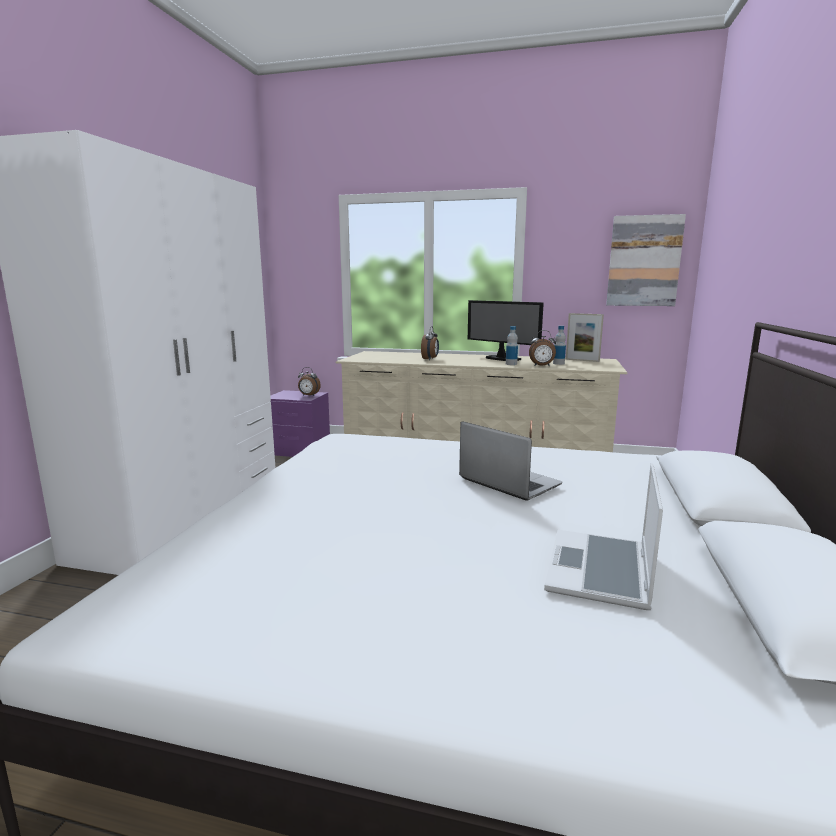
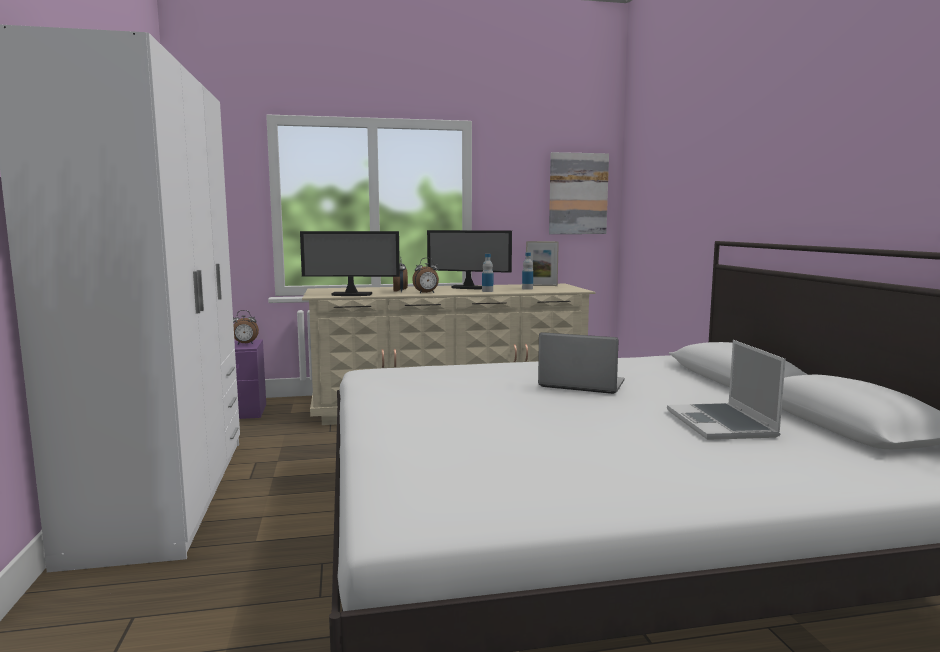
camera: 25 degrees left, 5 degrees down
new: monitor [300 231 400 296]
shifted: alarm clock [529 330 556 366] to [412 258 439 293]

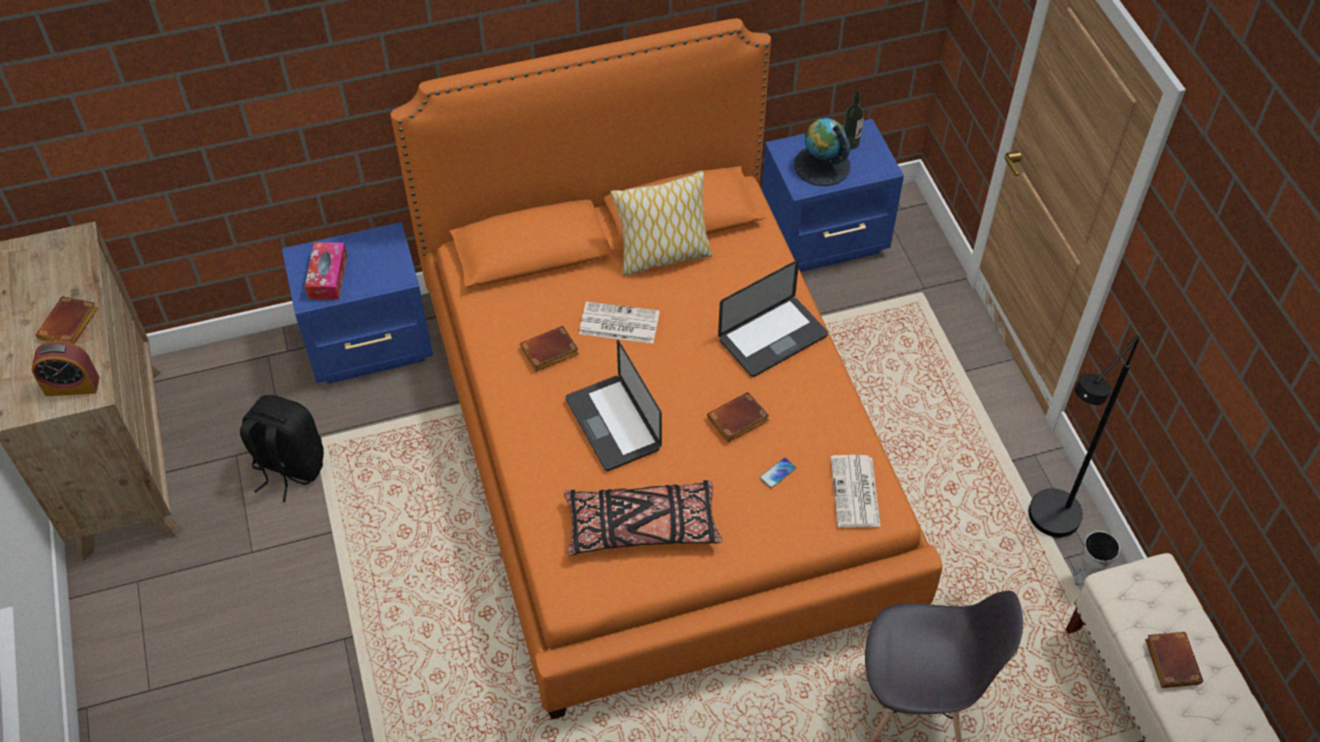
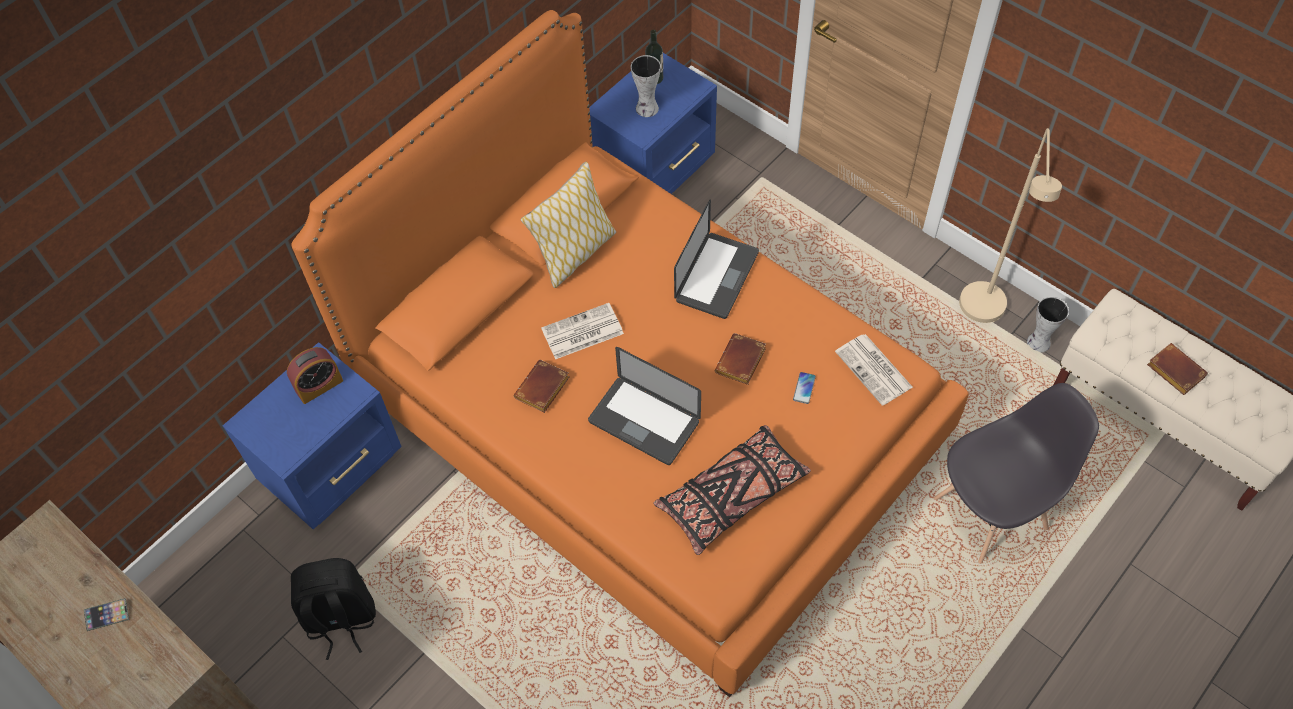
camera: 30 degrees left, 5 degrees up
gone: tissue box [305 242 347 300]
shifted: alarm clock [32 341 99 396] to [287 347 343 404]
swapped: brown book [36 296 98 344] to phone [84 598 129 631]; globe [794 118 850 186] to vase [631 55 661 117]
repainted: black floor lamp [1029 336 1140 538] to beige floor lamp [959 128 1062 323]

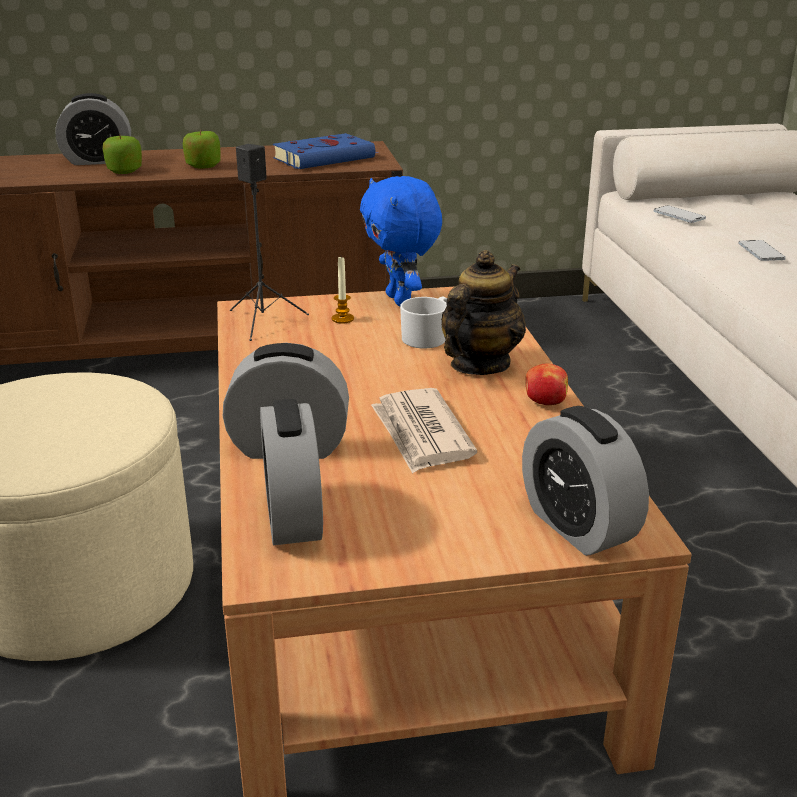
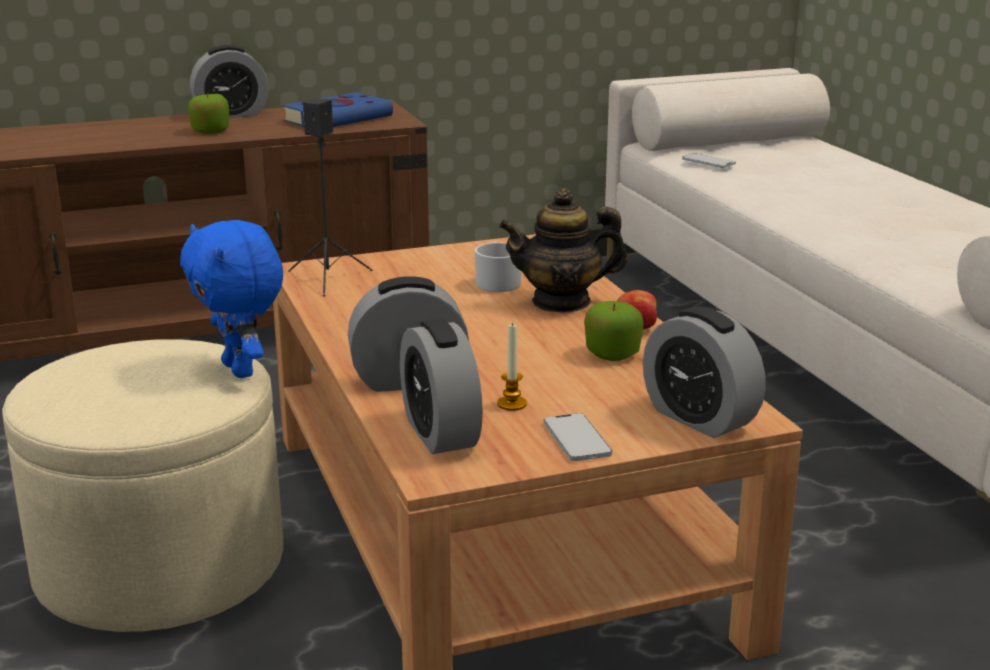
camera: 10 degrees left, 5 degrees down
gone: newspaper [371 388 477 474]
shifted: blue plush toy [360 176 442 306] to [180 220 283 378]; alarm clock [55 93 131 165] to [190 45 269 118]; candle [332 257 354 324] to [497 322 527 411]; phone [738 240 786 261] to [543 413 612 461]; apple [103 135 142 174] to [584 301 644 361]
rotated: teapot [441 250 526 375] = [499 188 628 313] 120 degrees counterclockwise

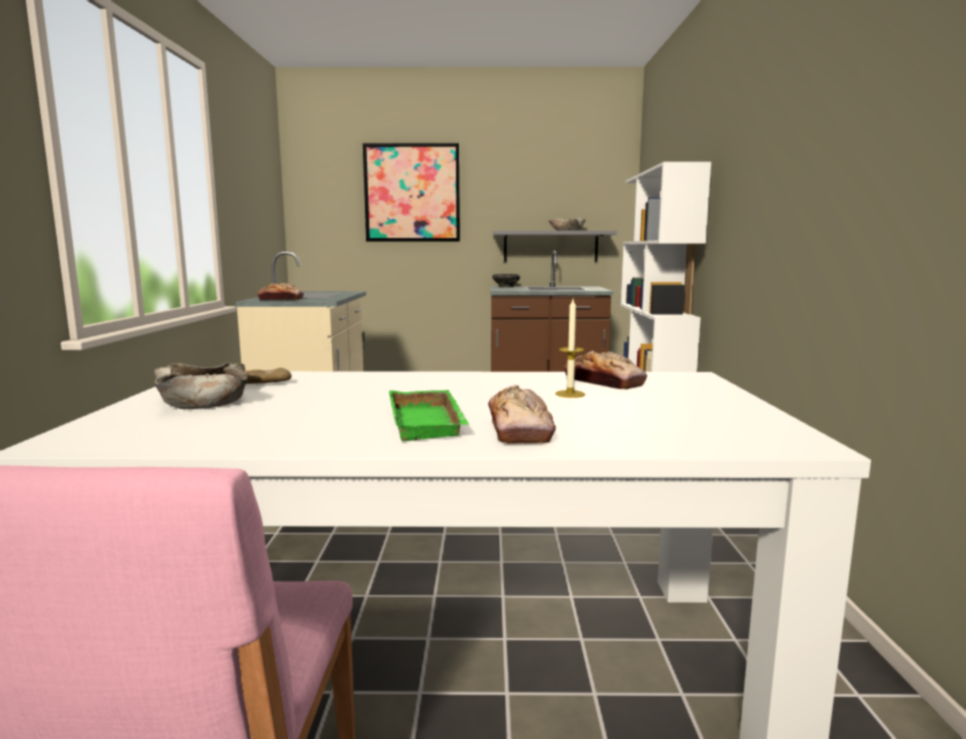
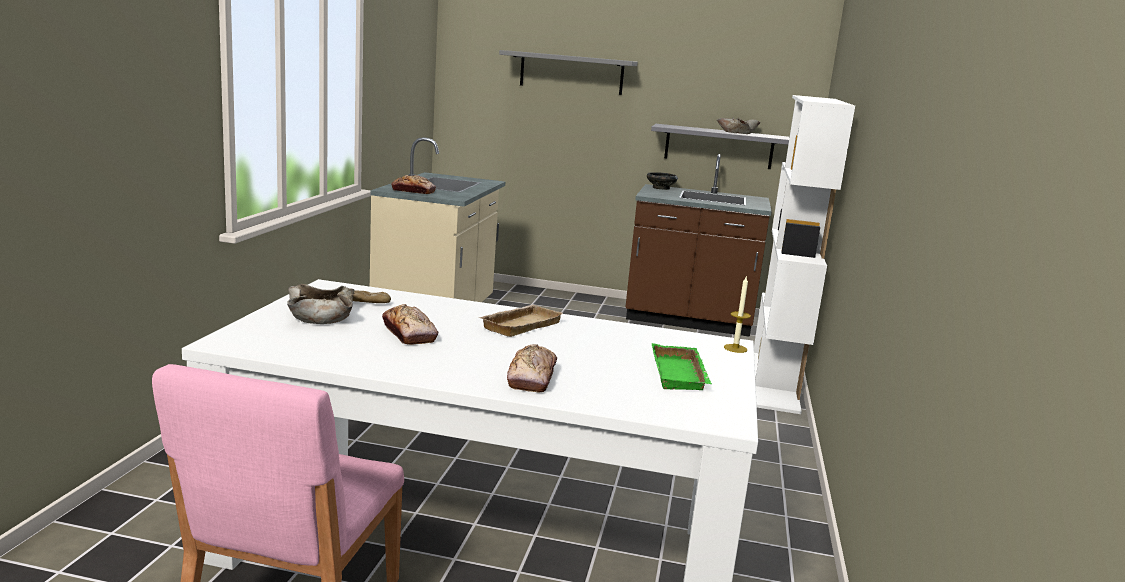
camera: 10 degrees right, 5 degrees up
new: beige tray [479 305 564 337]
shifted: bread [564 351 647 389] to [382 304 438 345]; green tray [389 390 469 441] to [652 343 711 390]; candle [556 299 585 398] to [724 275 751 353]
swapped: picture [363 143 460 242] to grey shelf [499 50 637 95]

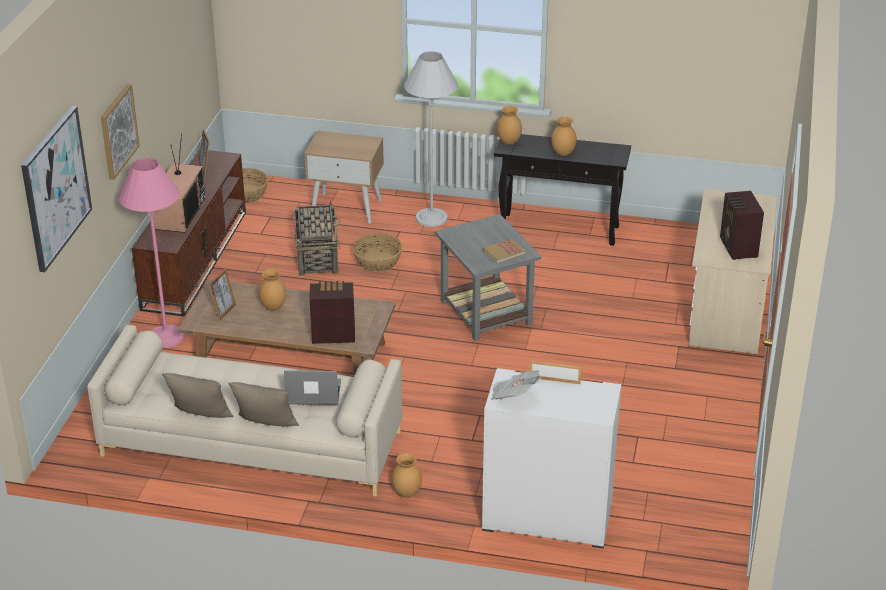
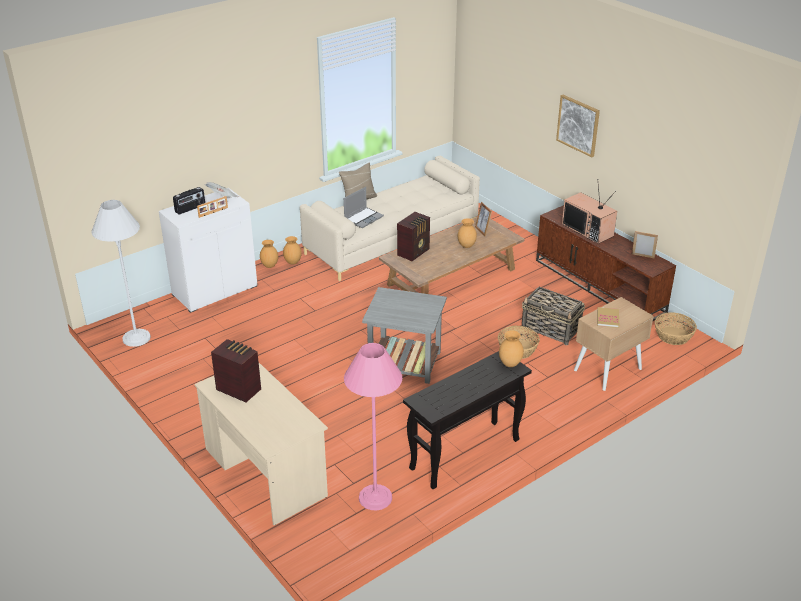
camera: 130 degrees right, 0 degrees up
gone: picture [21 106 92 272]; beige pillow [162 373 234 418]
new: radio [173 187 205 215]
shifted: white floor lamp [404 51 458 227] to [91 200 151 347]; brown vase [551 117 577 156] to [260 240 278 268]; pink floor lamp [118 158 185 348] to [344 343 402 510]; book [483 239 525 264] to [597 307 619 328]

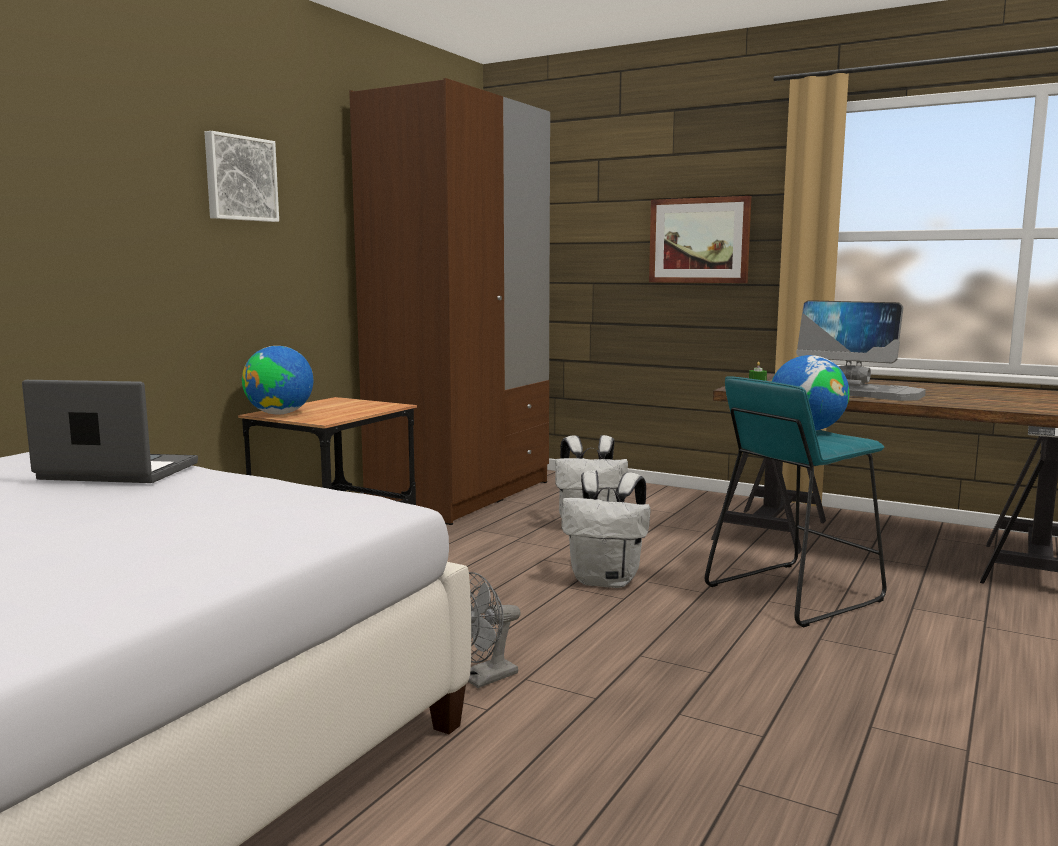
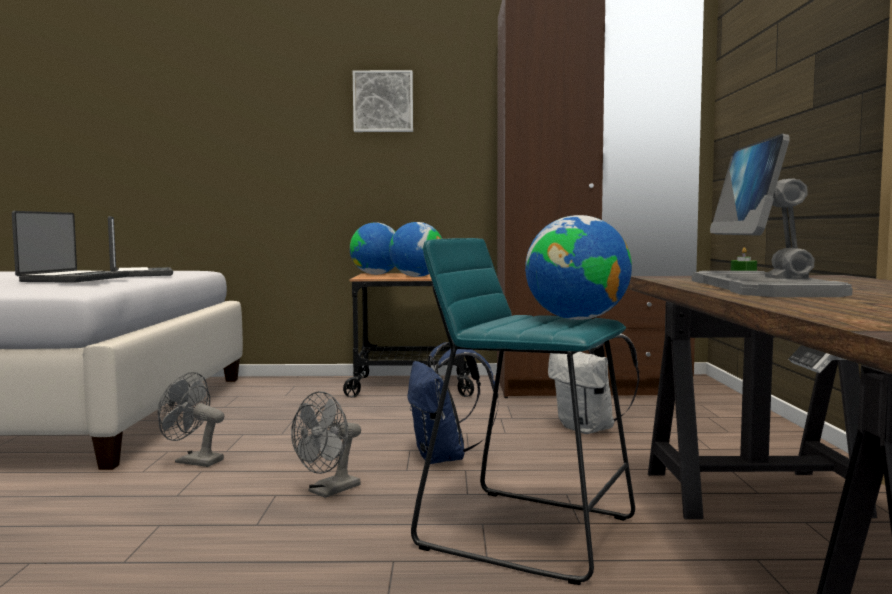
camera: 60 degrees right, 5 degrees down
gone: picture [649 196 751 283]
new: laptop [12 211 129 283]; grey fan [291 391 361 498]; globe [389 222 442 277]
repainted: white backpack [561 470 651 588] to blue backpack [407 342 499 464]

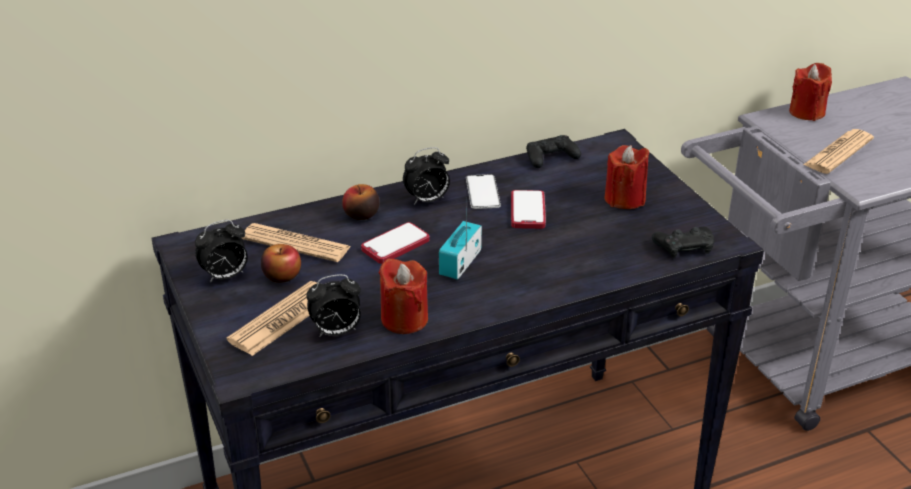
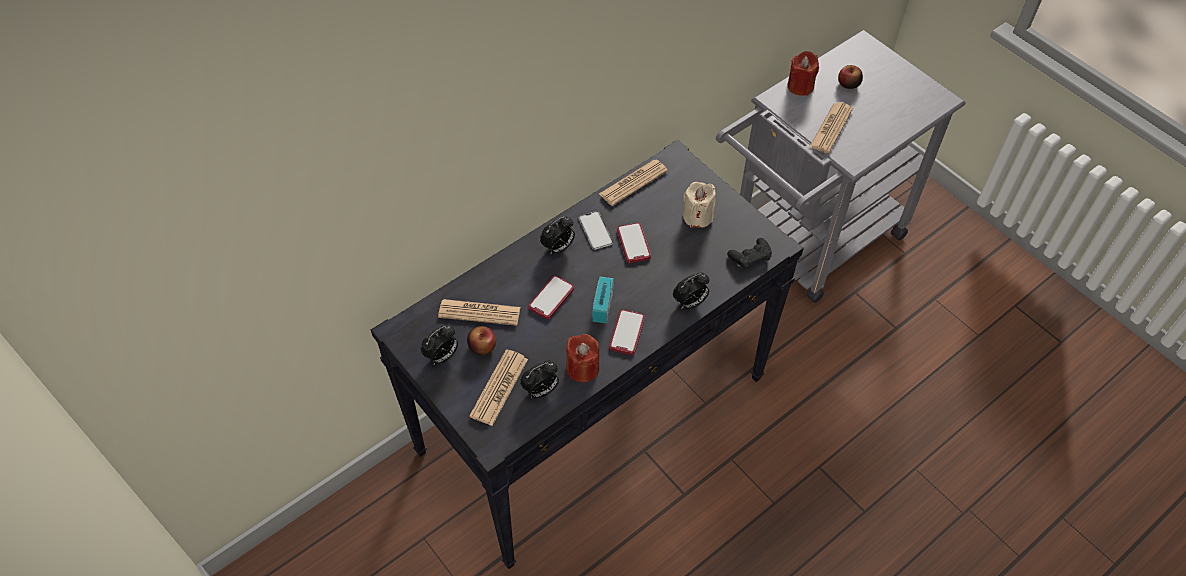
camera: 15 degrees left, 20 degrees up
new: phone [609 310 645 355]; alarm clock [673 272 709 309]
shifted: apple [342 184 379 220] to [838 65 863 89]
swapped: black game controller [526 135 581 168] to newspaper [599 160 668 206]
repainted: red candle [605 145 649 209] to beige candle [683 182 716 228]

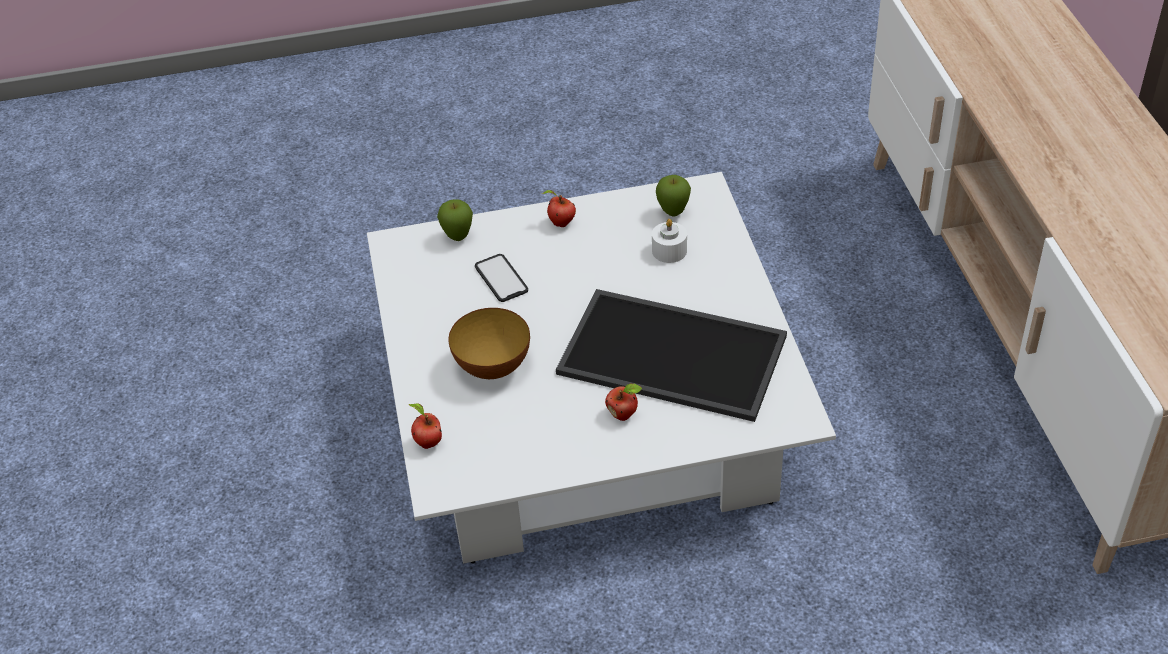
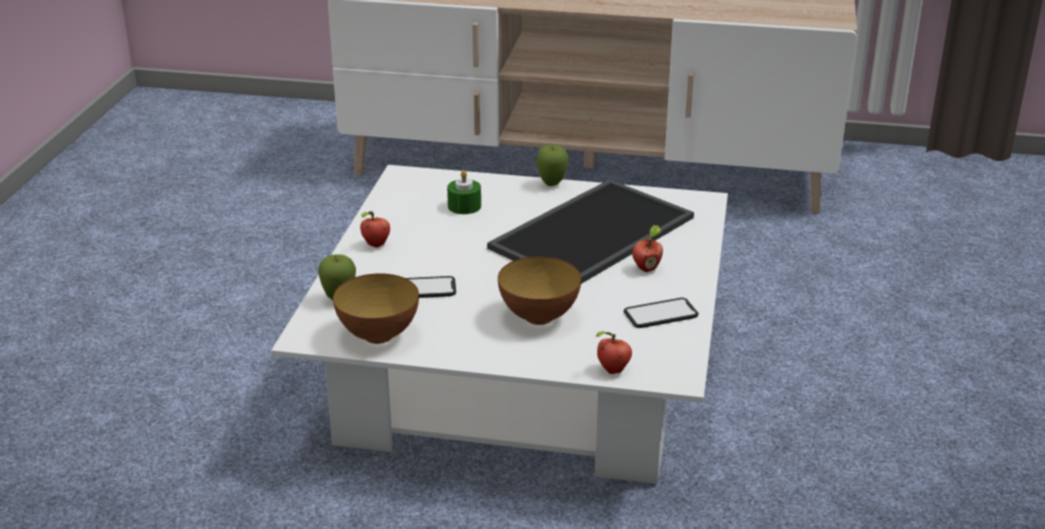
camera: 70 degrees left, 15 degrees down
new: bowl [333 273 419 344]; phone [624 298 699 328]
shifted: apple [656 175 691 217] to [536 145 569 186]
repainted: white candle [652 219 687 263] to green candle [447 170 481 214]

